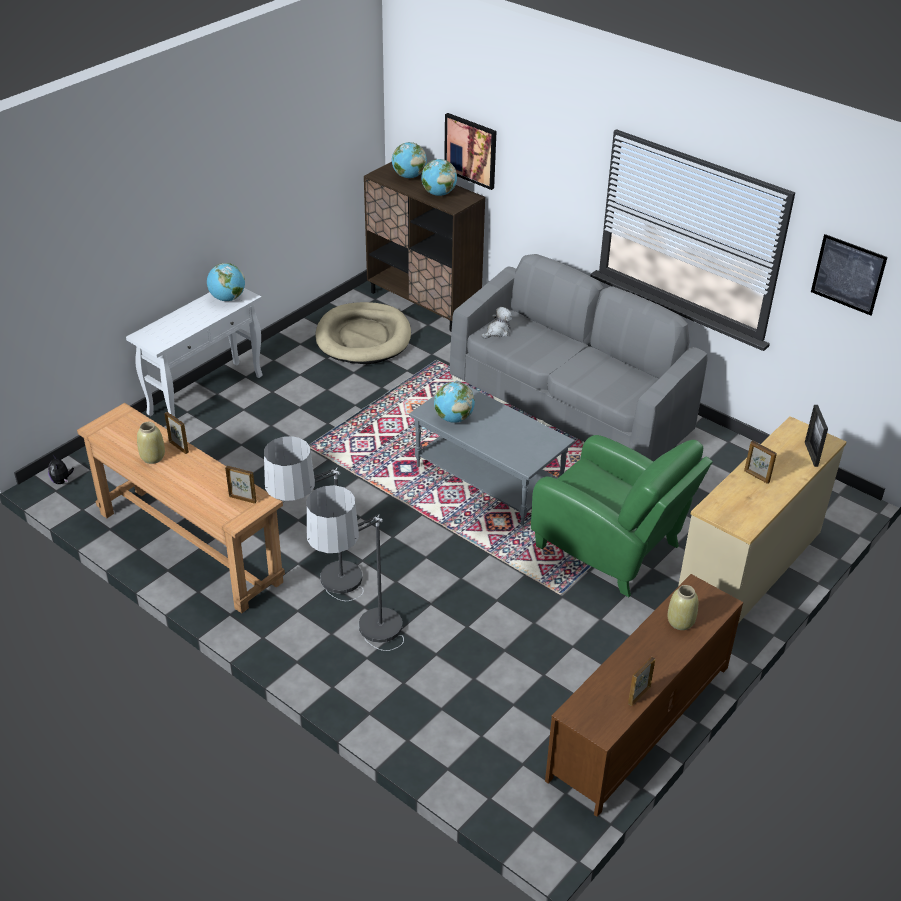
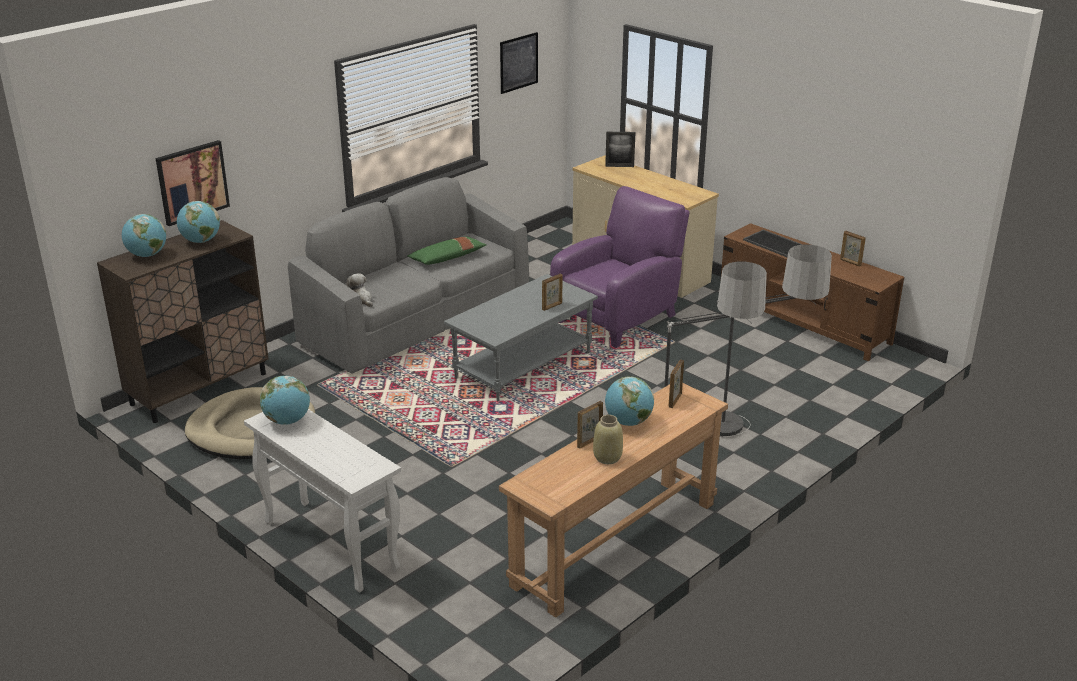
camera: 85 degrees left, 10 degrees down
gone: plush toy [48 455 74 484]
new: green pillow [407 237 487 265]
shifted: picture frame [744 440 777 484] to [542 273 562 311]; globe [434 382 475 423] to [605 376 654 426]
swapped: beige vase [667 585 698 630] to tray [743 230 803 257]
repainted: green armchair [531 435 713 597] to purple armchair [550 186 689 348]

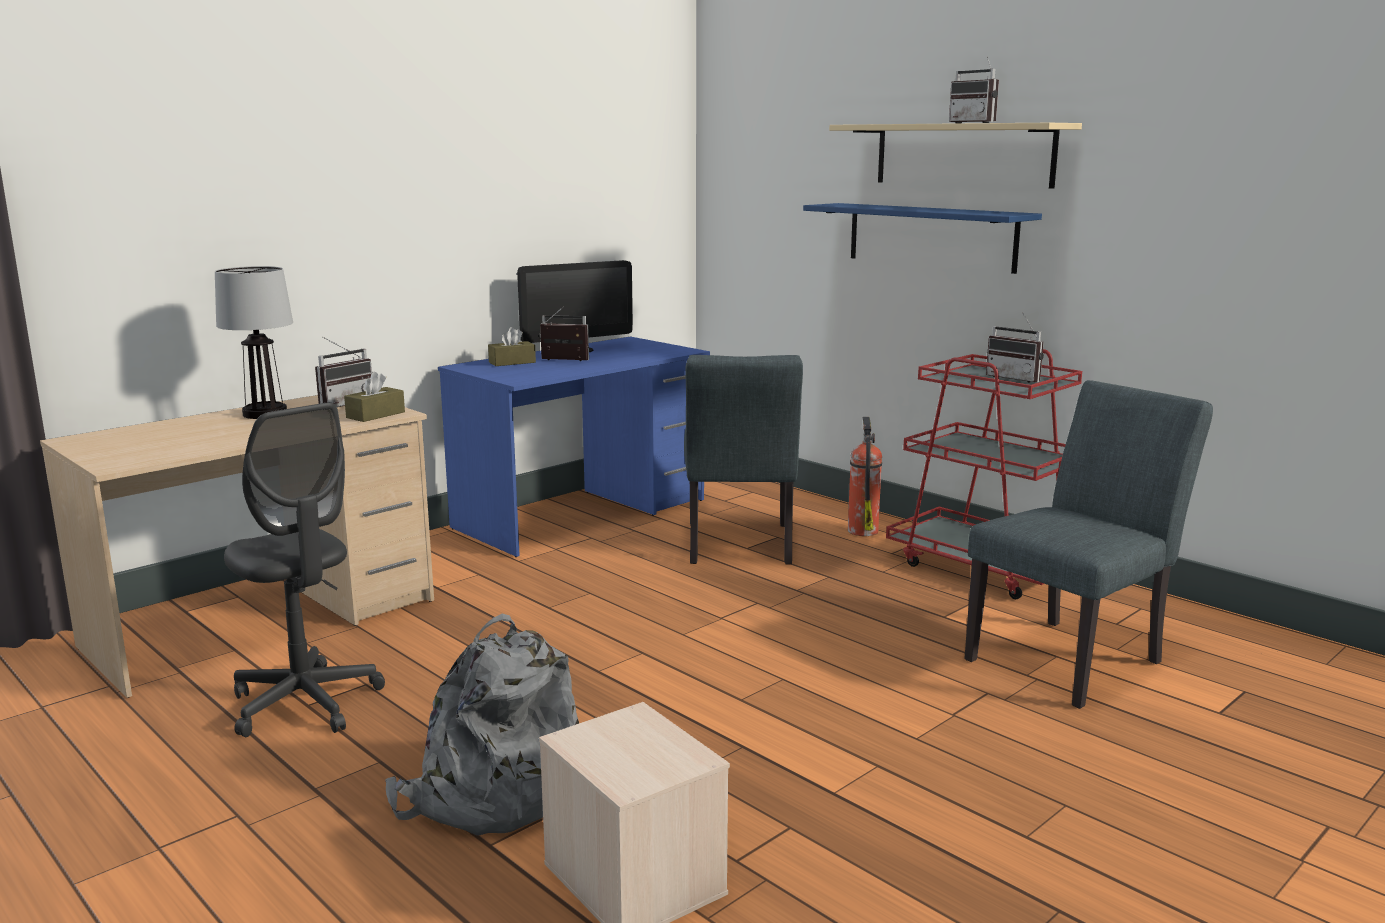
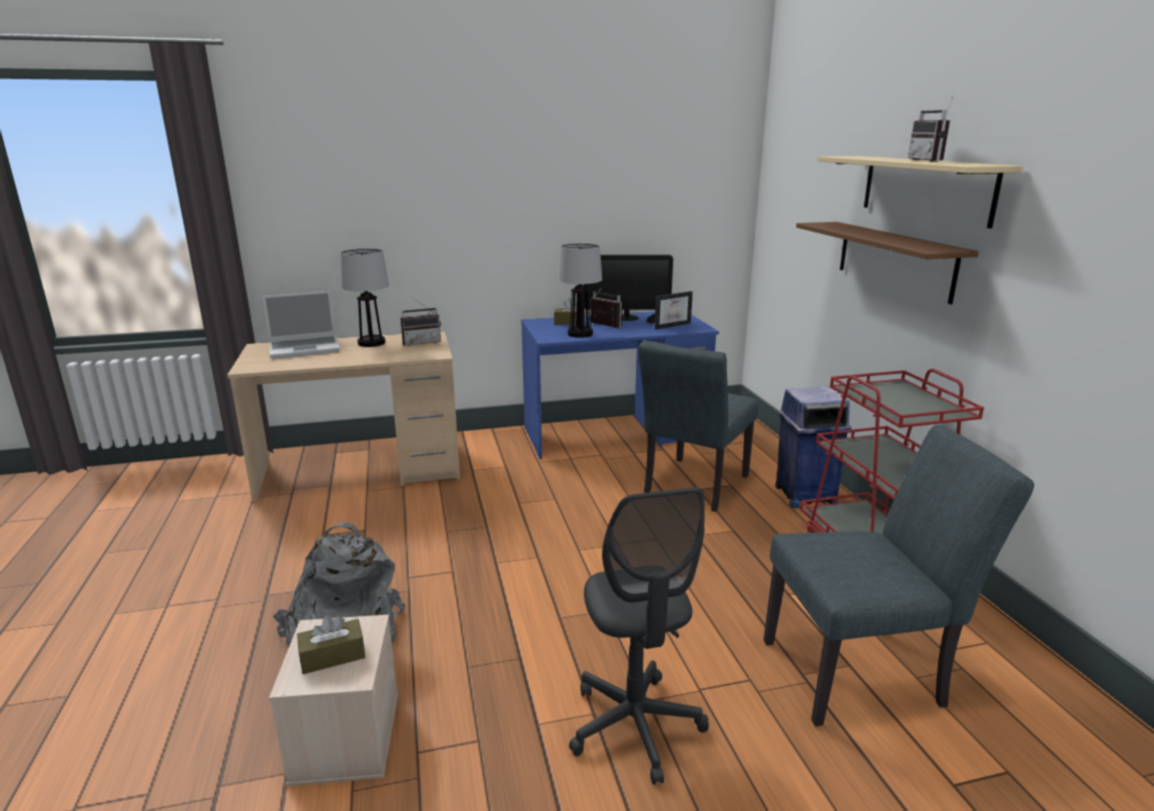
camera: 30 degrees right, 5 degrees up
gone: radio [986 312 1044 383]
new: laptop [262 291 340 359]; table lamp [558 243 602 338]; picture frame [646 291 693 329]
shifted: brown tissue box [344 372 405 422] to [297 615 365 674]; grey office chair [224 402 385 737] to [569 487 709 785]
swapped: fire extinguisher [848 417 882 536] to blue trash can [775 387 851 508]
repainted: blue shelf [803 203 1042 274] to brown shelf [796 222 979 304]

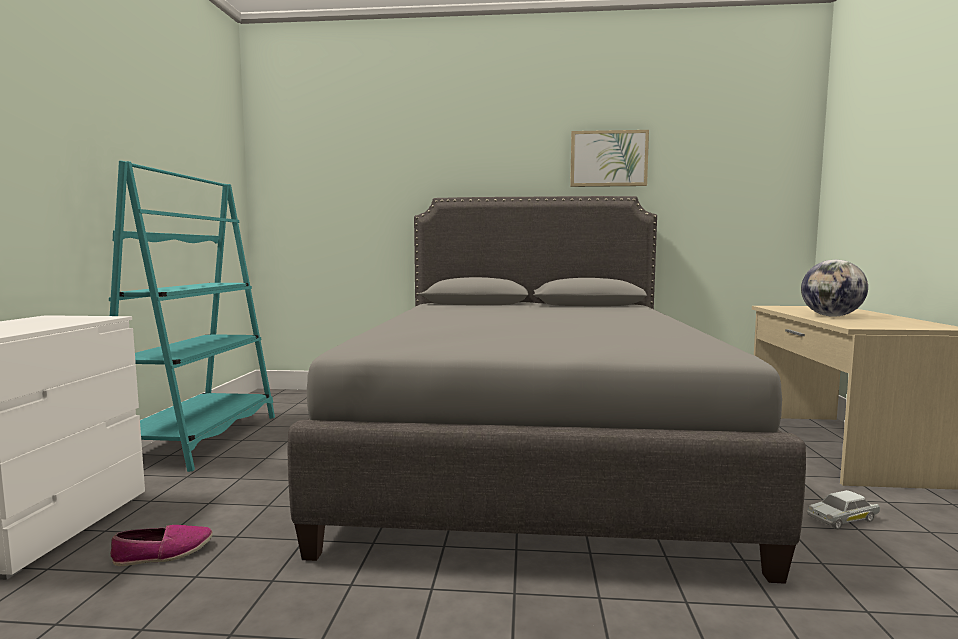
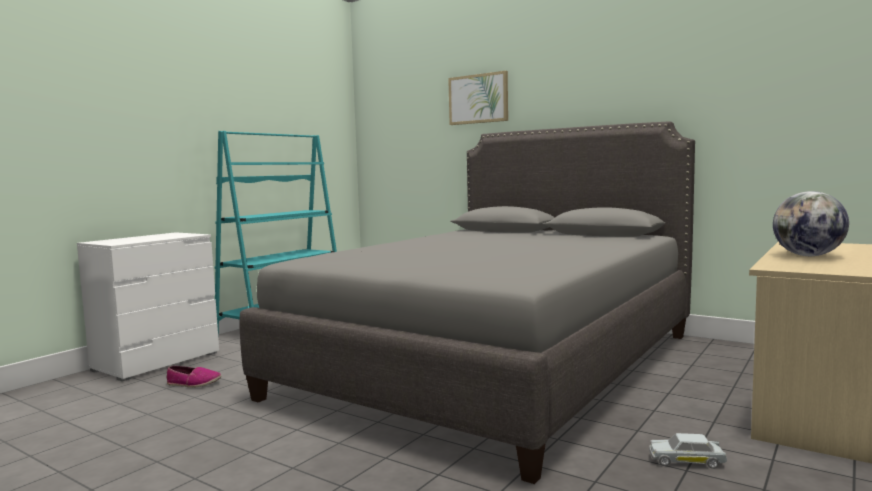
camera: 30 degrees right, 0 degrees up
shifted: picture [570 130 649 187] to [448 71 508 125]

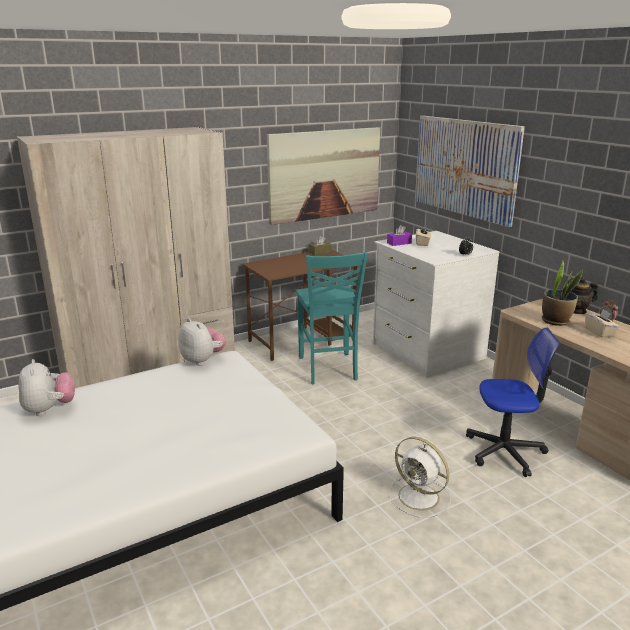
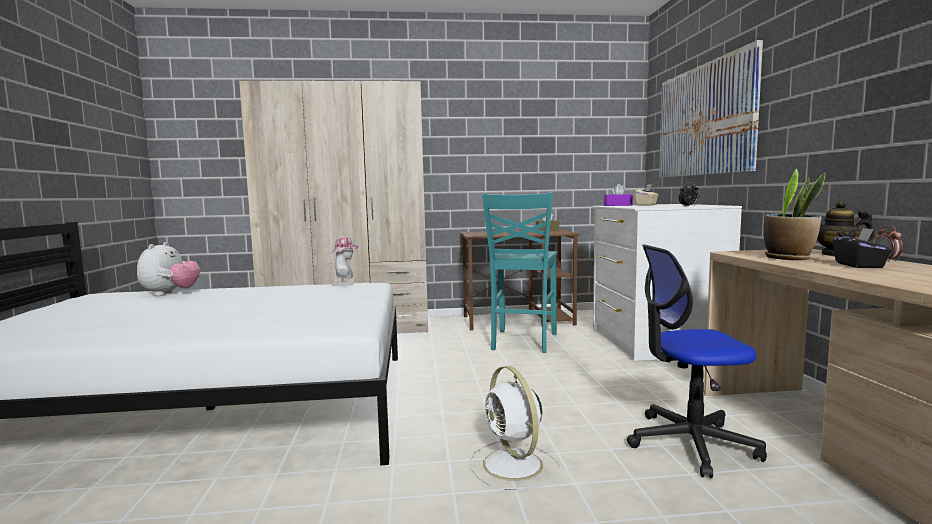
camera: 25 degrees right, 15 degrees down
gone: picture [267 127 380 225]
swapped: plush toy [178 318 226 366] to hat [331 236 359 286]
repainted: beige tissue box [585 309 619 338] to black tissue box [833 228 892 268]
rotated: office chair [466 328 560 477] = [627 245 767 478] 150 degrees clockwise

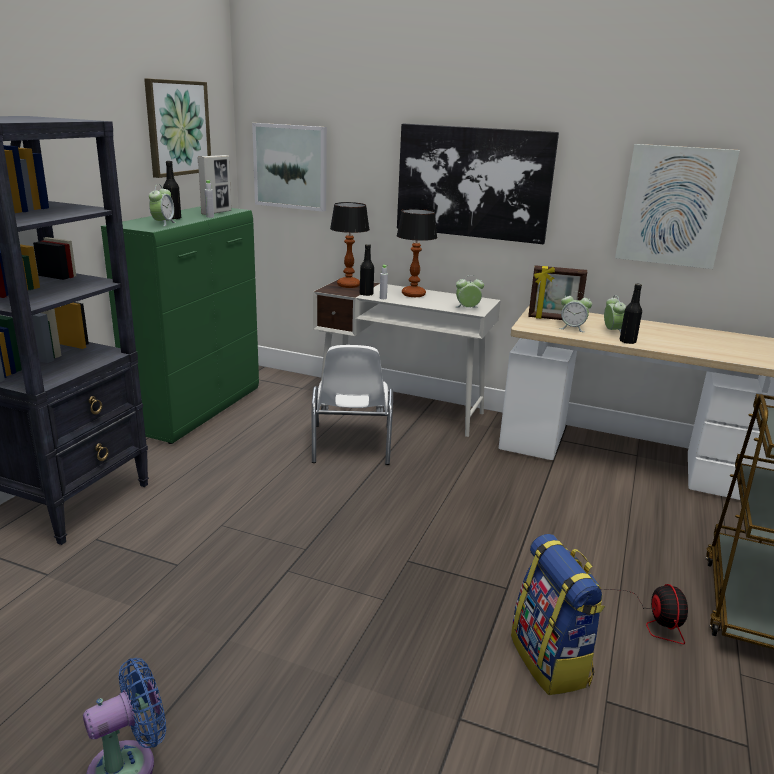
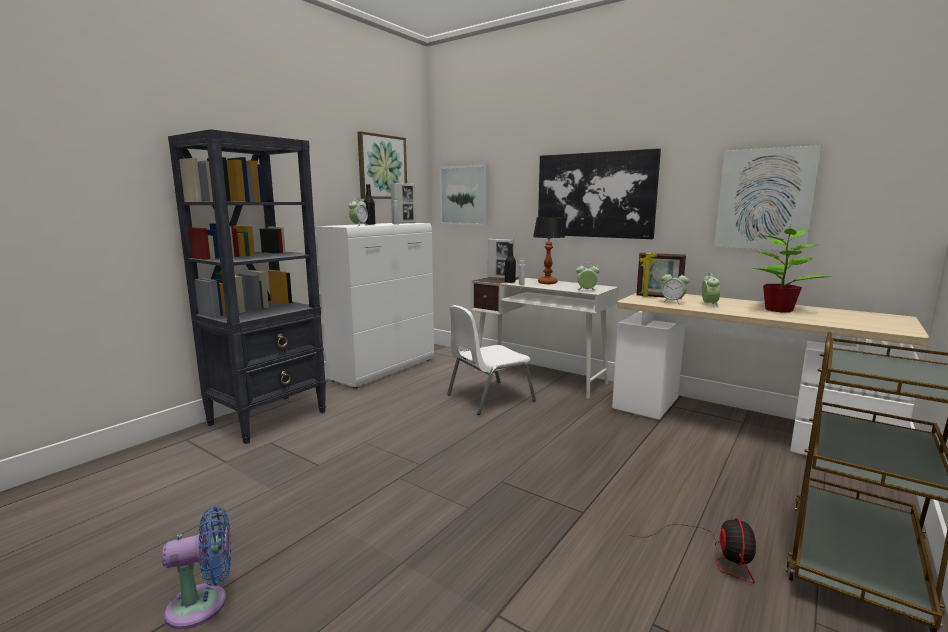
camera: 15 degrees right, 10 degrees down
gone: backpack [511 534 605 695]; black bottle [620 284 642 344]
new: potted plant [752 223 832 313]
swapped: table lamp [330 202 370 288] to picture frame [488 239 514 279]
repainted: green cabinet [101 206 259 444] to white cabinet [316 223 434 388]
rotated: white chair [312 345 393 465] = [447 305 536 415] 45 degrees clockwise

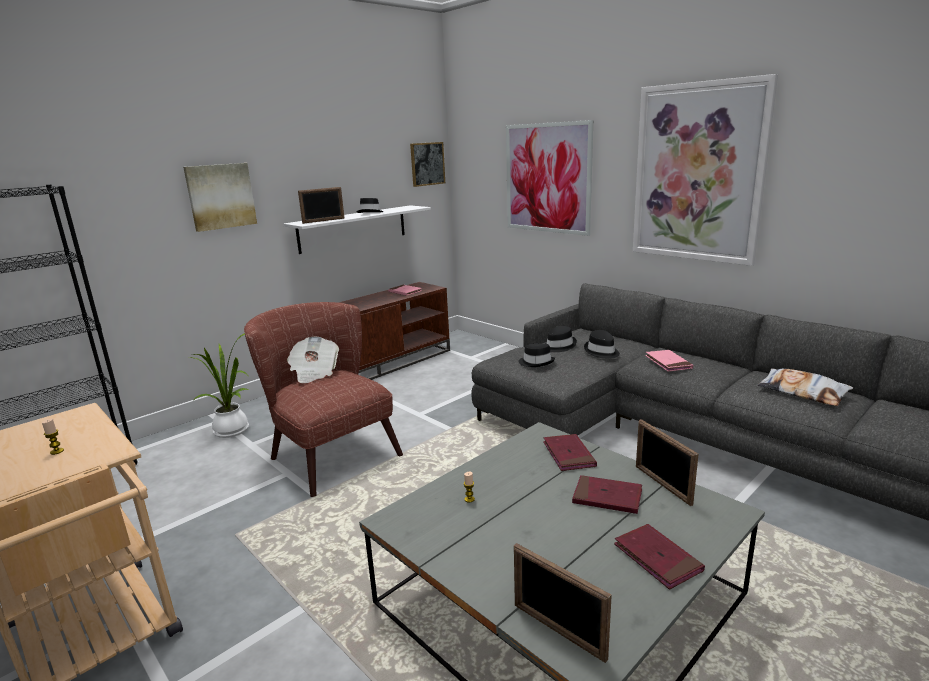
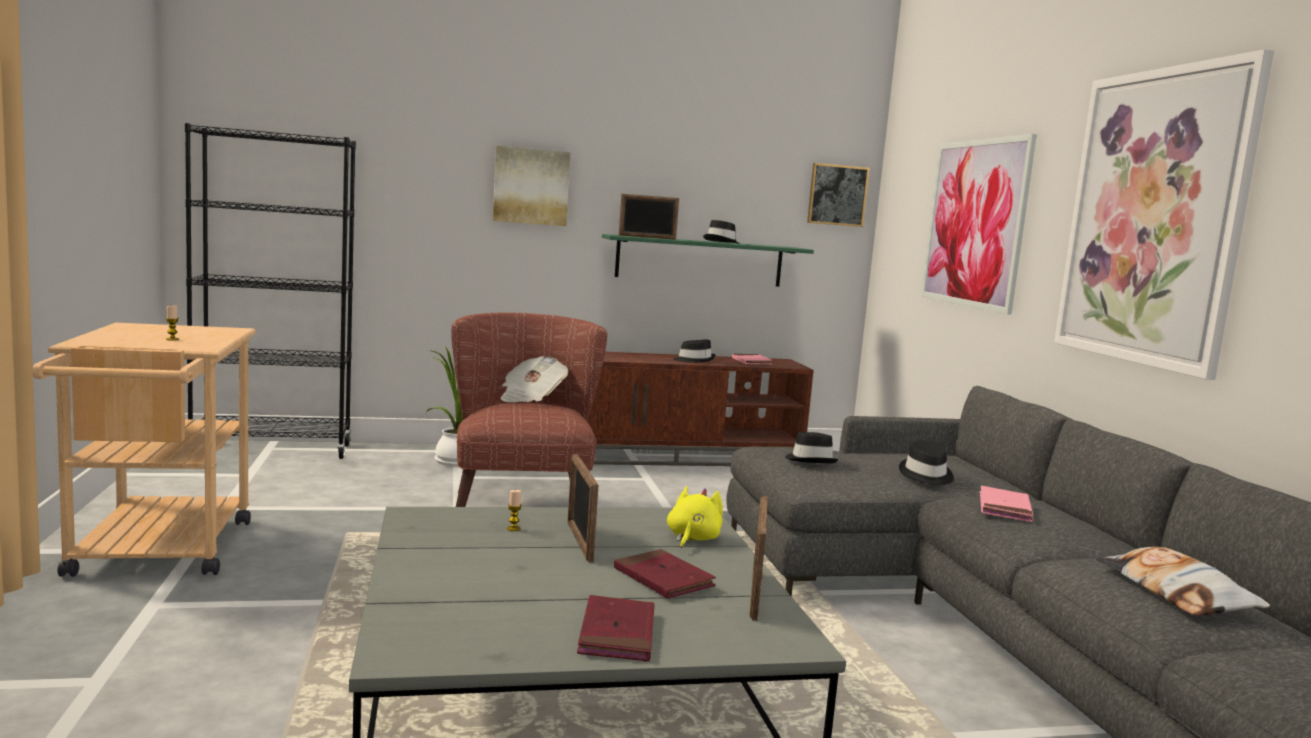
camera: 30 degrees right, 10 degrees down
shifted: picture frame [514 543 612 663] to [567 454 599 563]; black hat [545 326 577 352] to [674 339 716 363]
swapped: red book [543 434 597 471] to yellow plush toy [667 486 723 549]
repainted: white shelf [283 205 431 254] to green shelf [602 234 814 287]

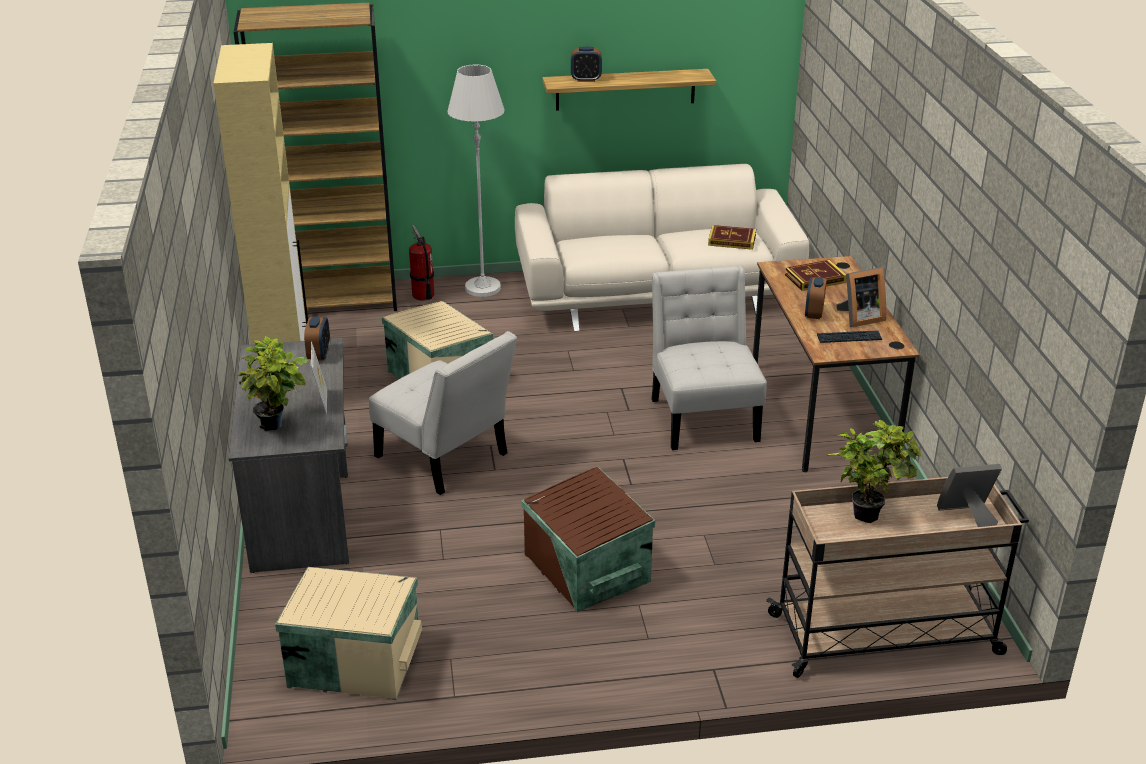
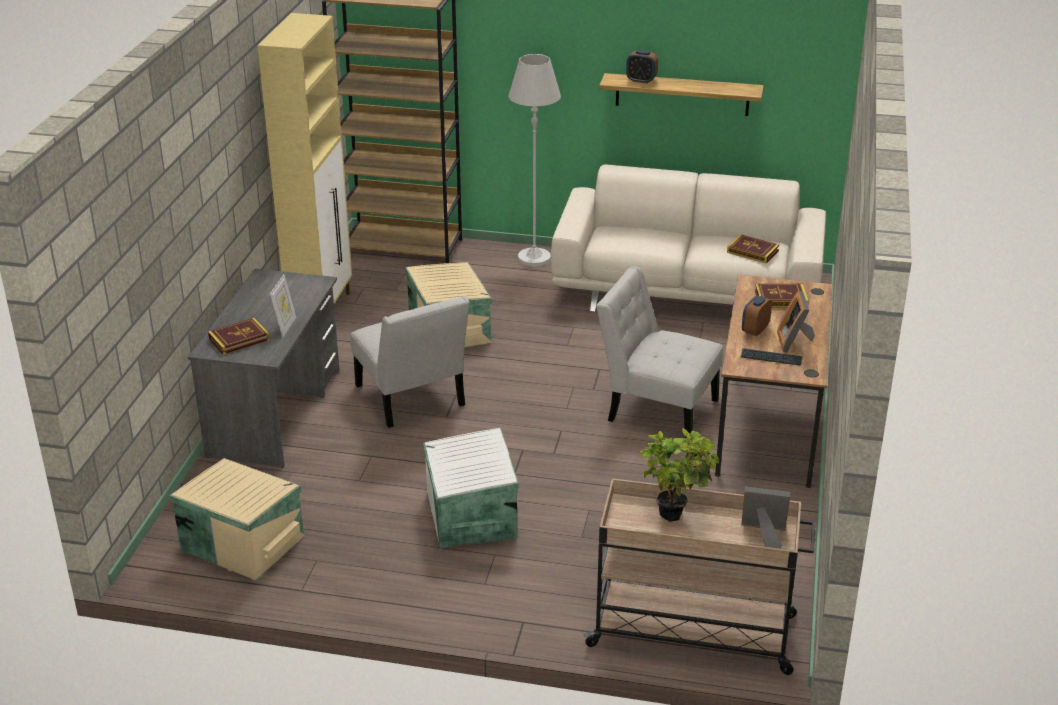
camera: 20 degrees right, 0 degrees up
gone: alarm clock [304 317 330 360]; fire extinguisher [409 225 434 300]
swapped: potted plant [237 336 308 431] to book [208 318 270 355]
repainted: brown storage box [522 466 655 612] to white storage box [423 428 519 548]
rotated: white chair [652 266 767 450] = [596 266 723 438] 75 degrees counterclockwise; picture frame [836 267 886 327] = [777 291 815 353] 90 degrees clockwise

